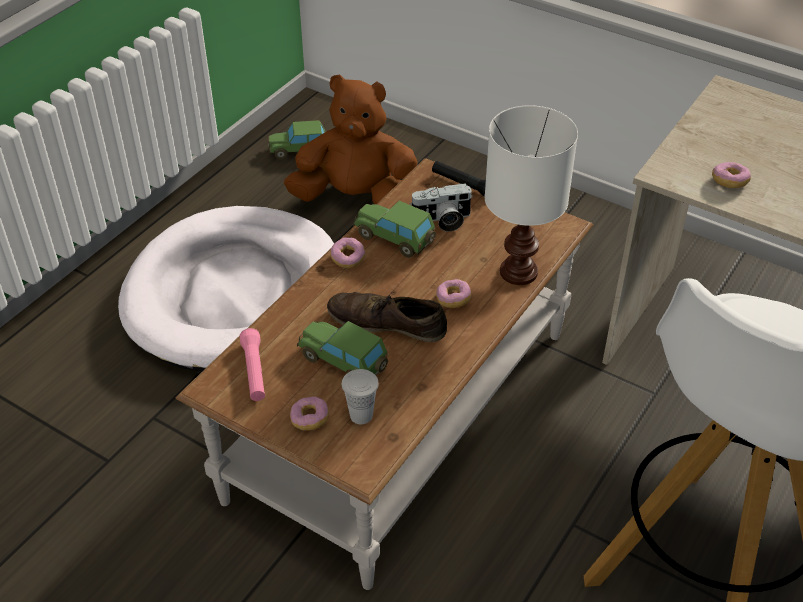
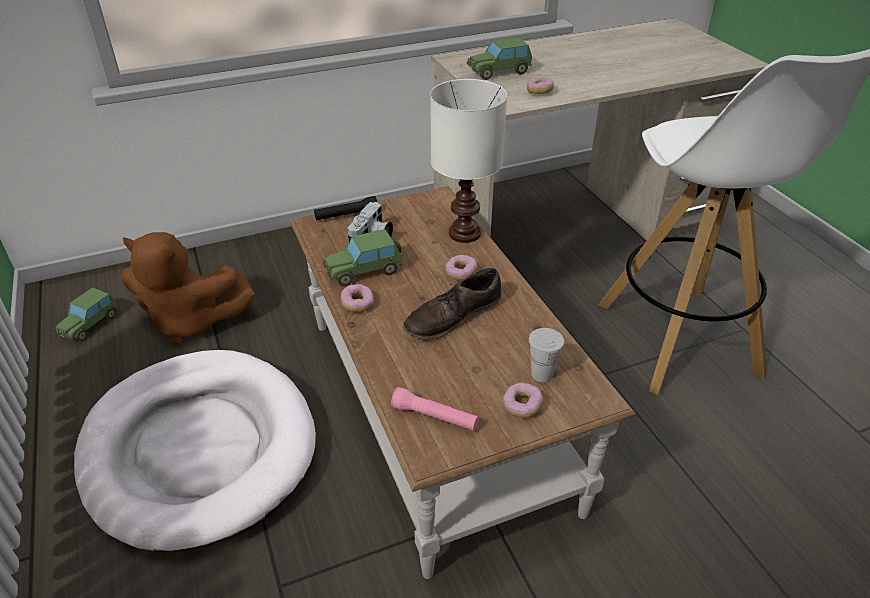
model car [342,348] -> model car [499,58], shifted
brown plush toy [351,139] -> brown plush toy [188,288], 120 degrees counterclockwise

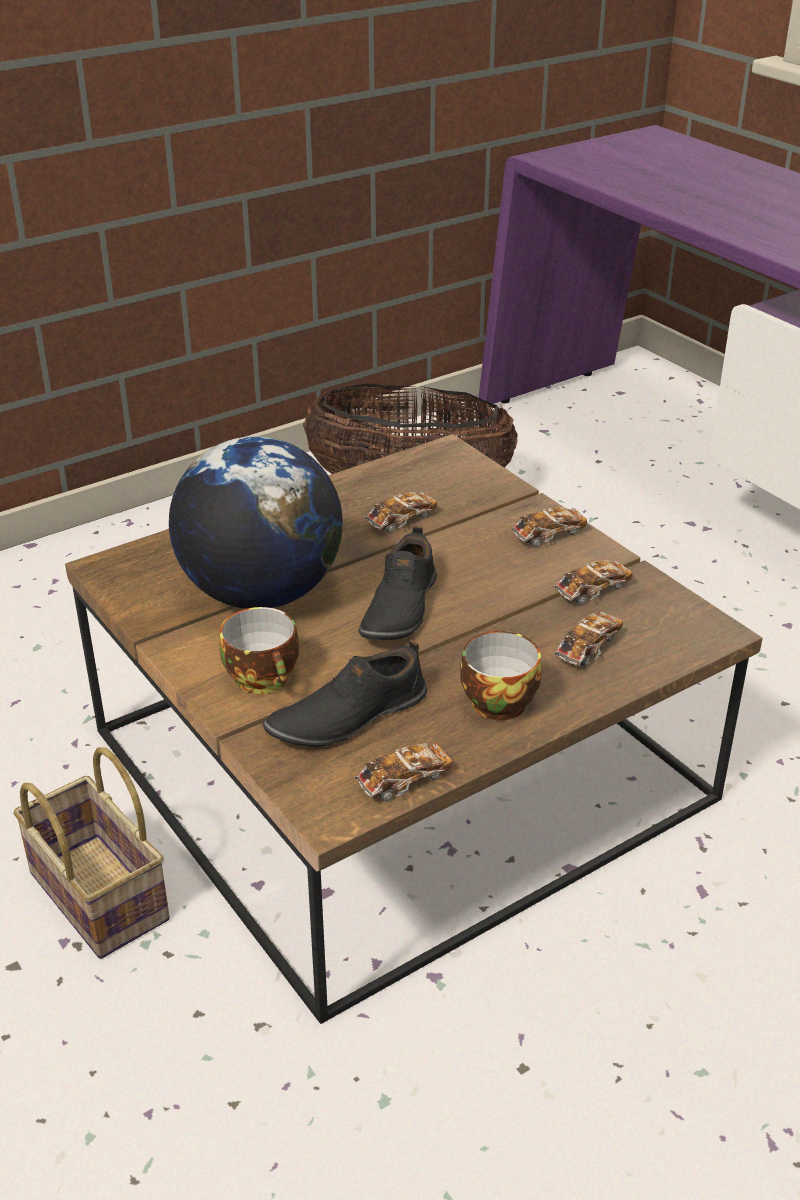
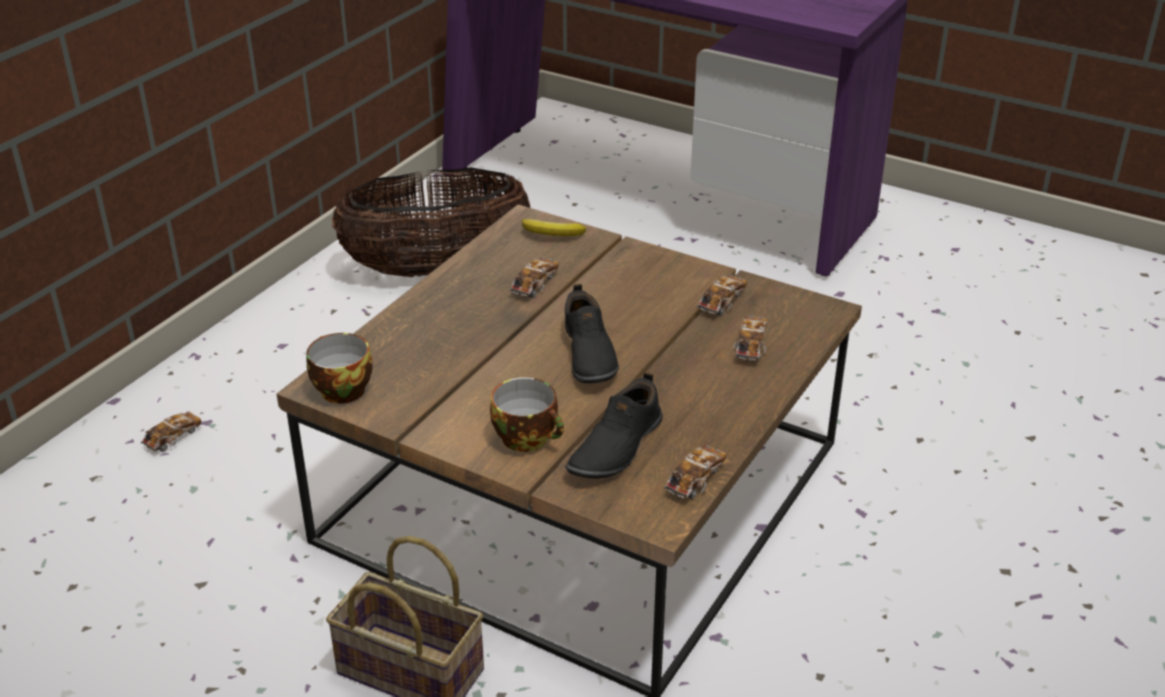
world globe [256,522] -> none
none -> banana fruit [554,227]
small cup [501,675] -> small cup [339,368], shifted
model car [549,527] -> model car [171,431], shifted

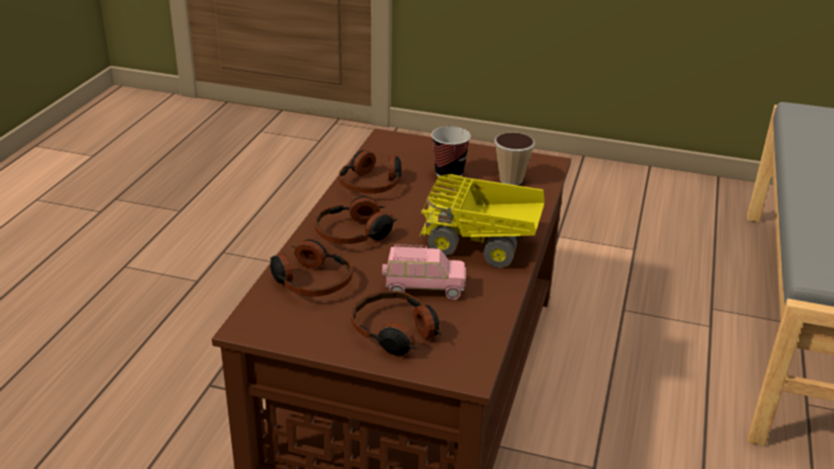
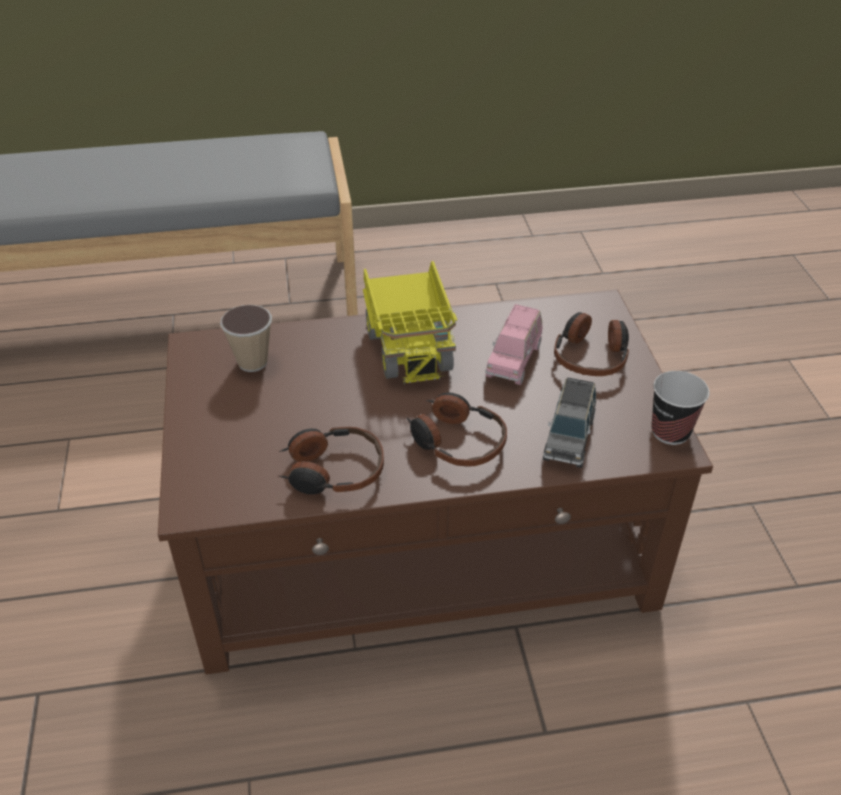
small cup [451,152] -> small cup [680,408], shifted
pair of headphones [311,268] -> greyish model car [569,422]
pink model car [424,272] -> pink model car [514,344], 135 degrees counterclockwise

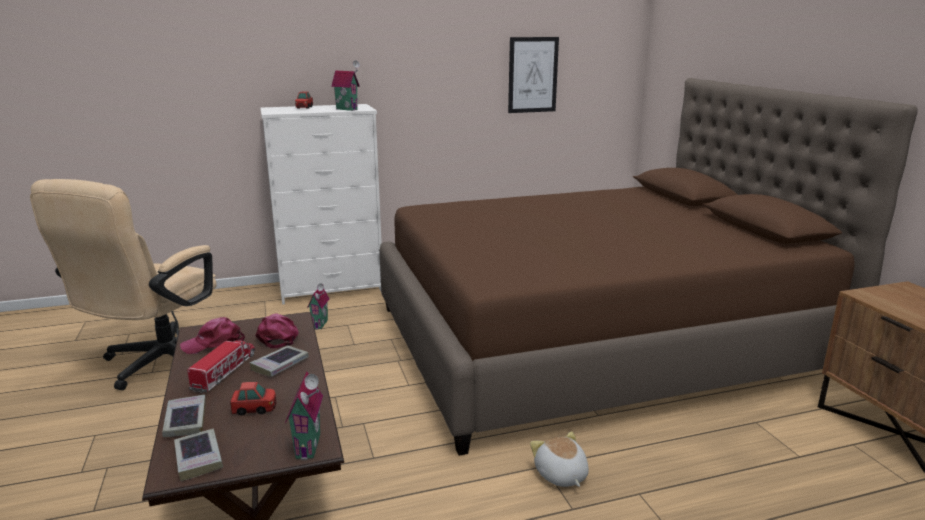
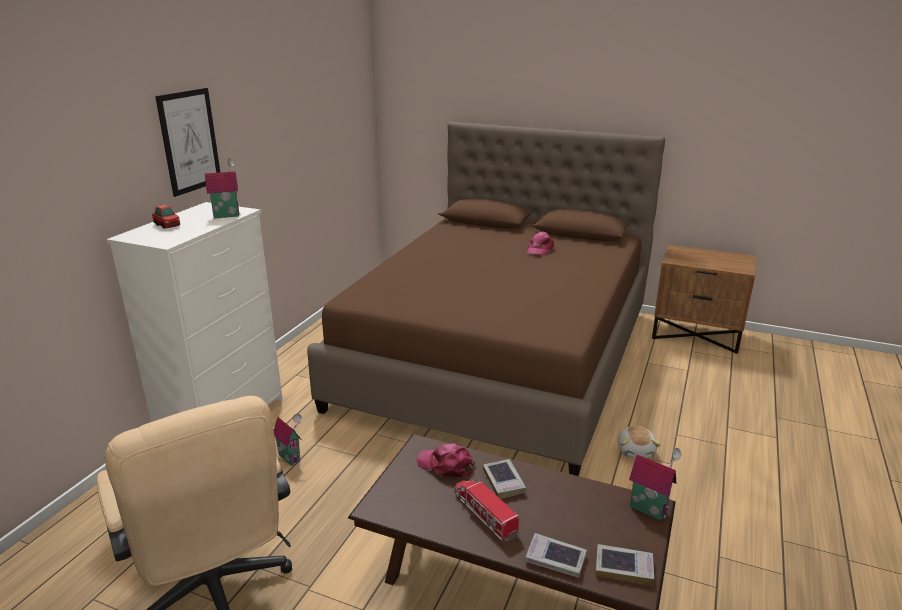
model car [253,398] -> none
pink cap [212,335] -> pink cap [540,243], shifted
picture [533,75] -> picture [187,142], shifted
plush toy [559,459] -> plush toy [639,442], 105 degrees counterclockwise

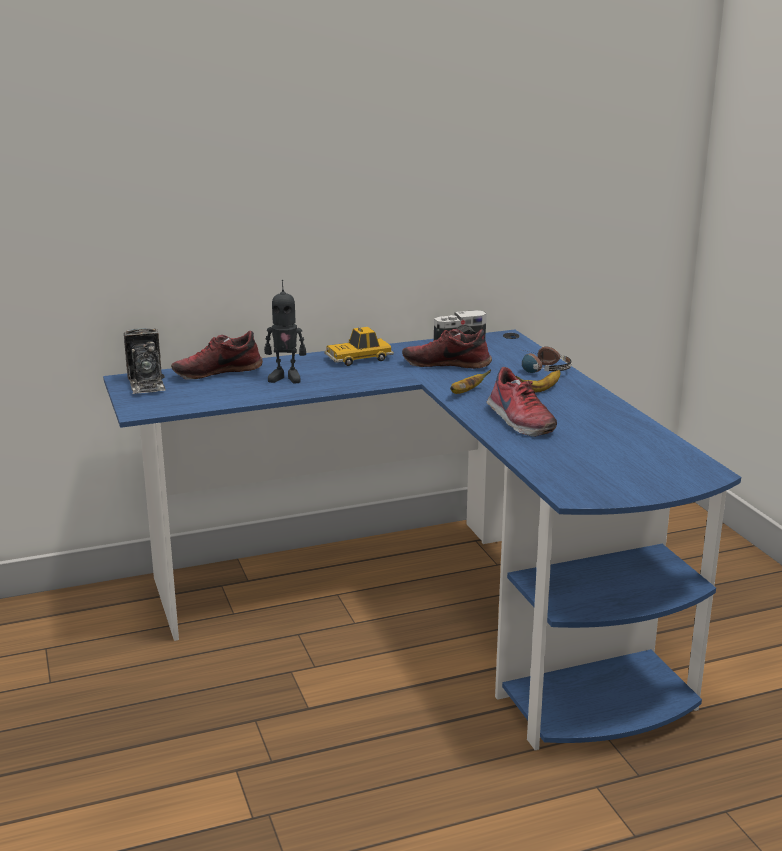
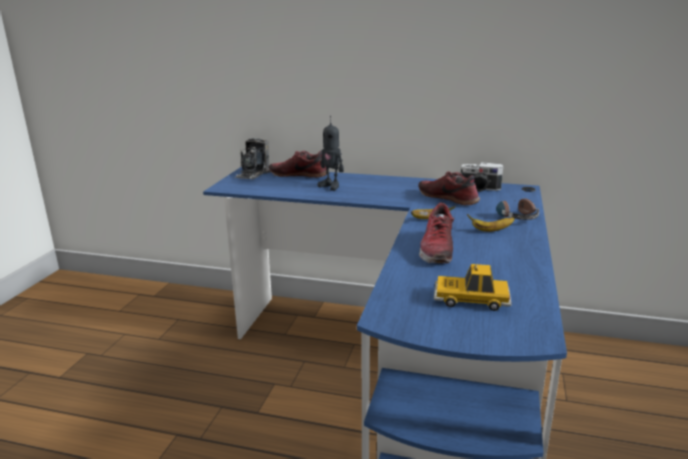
model car [359,346] -> model car [473,287], shifted

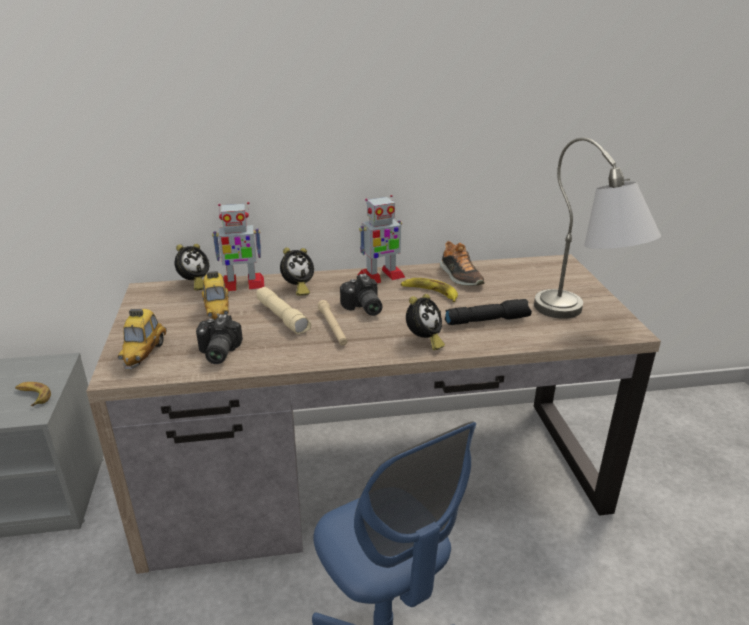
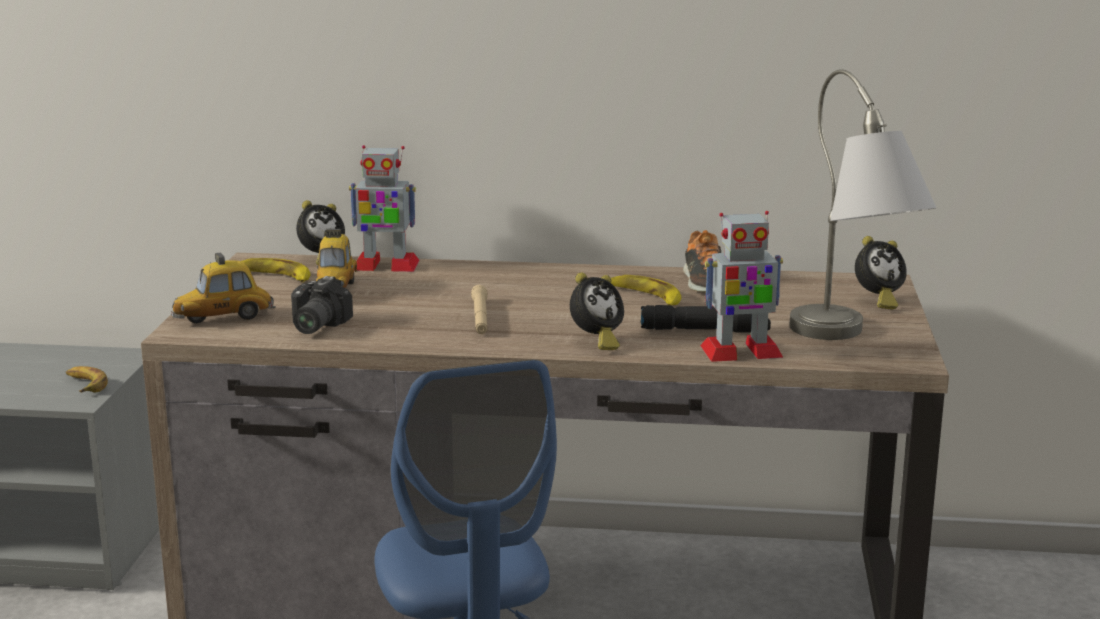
beige hand torch [284,310] -> none
still camera [361,295] -> none
none -> banana fruit [276,270]
alarm clock [297,272] -> alarm clock [881,272], shifted
toy robot [381,239] -> toy robot [741,286], shifted
model car [142,339] -> model car [223,288], 45 degrees clockwise

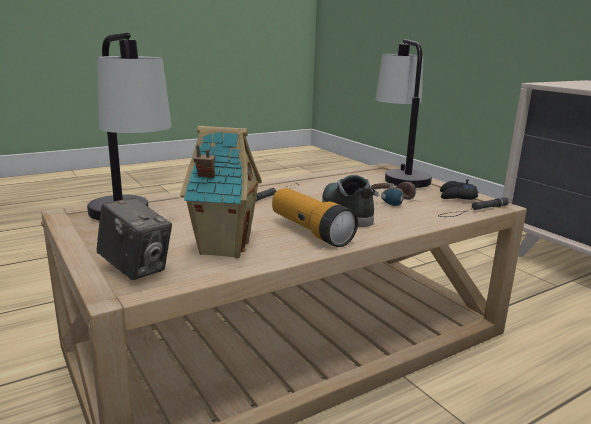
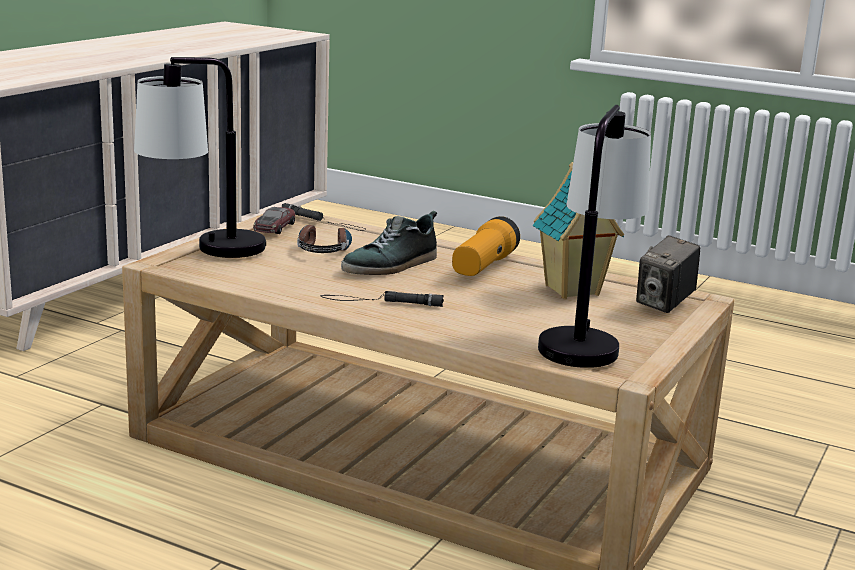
black game controller [459,189] -> model car [274,220]
still camera [134,239] -> still camera [668,274], 150 degrees counterclockwise

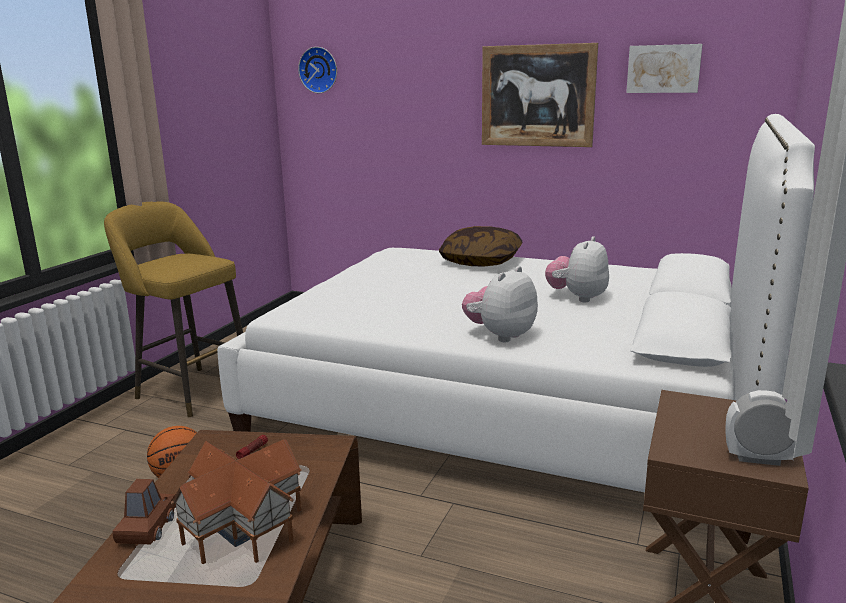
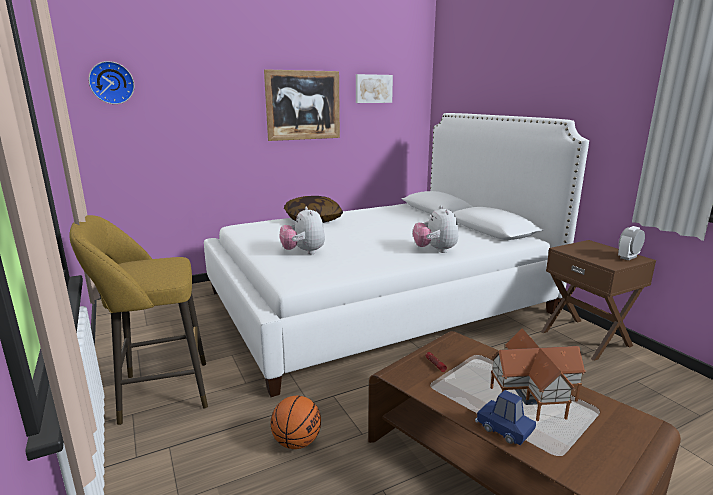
plush toy [577,269] -> plush toy [302,230], shifted
brown model car [144,511] -> bluish model car [505,417]

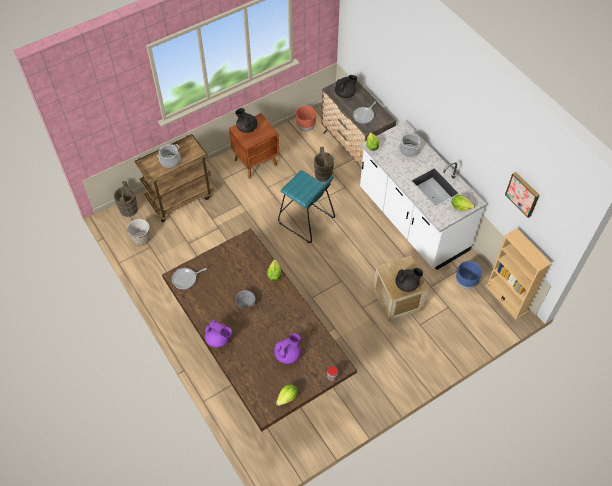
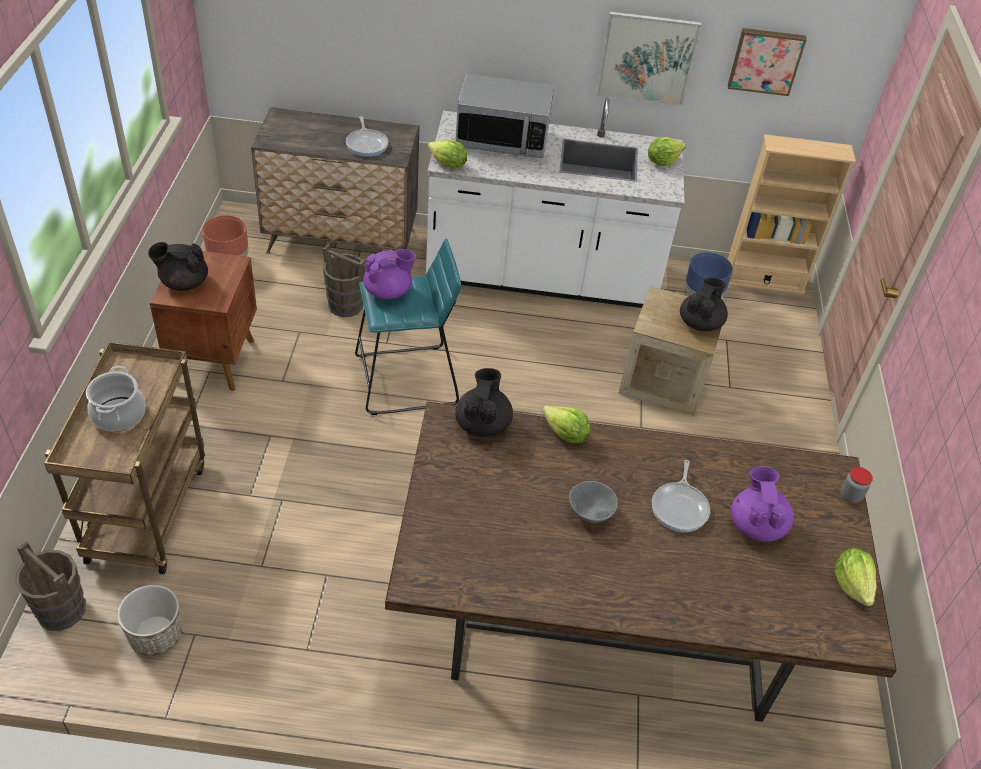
none -> picture [648,59]
frying pan [189,278] -> frying pan [681,496], shifted
purple teapot [218,333] -> purple teapot [389,274], shifted
black teapot [346,86] -> black teapot [484,402], shifted
stockpot [410,144] -> kitchen microwave [504,116]

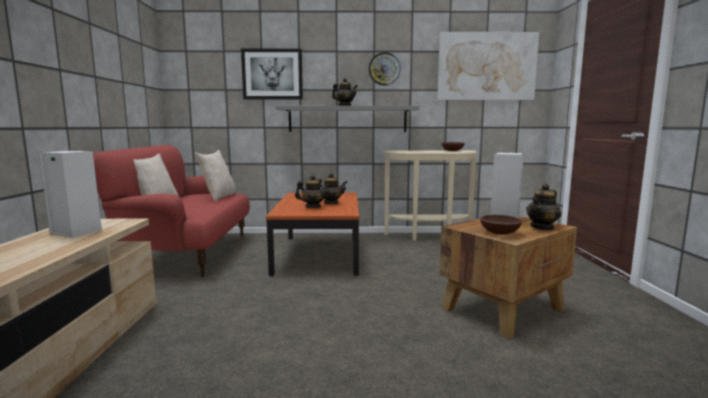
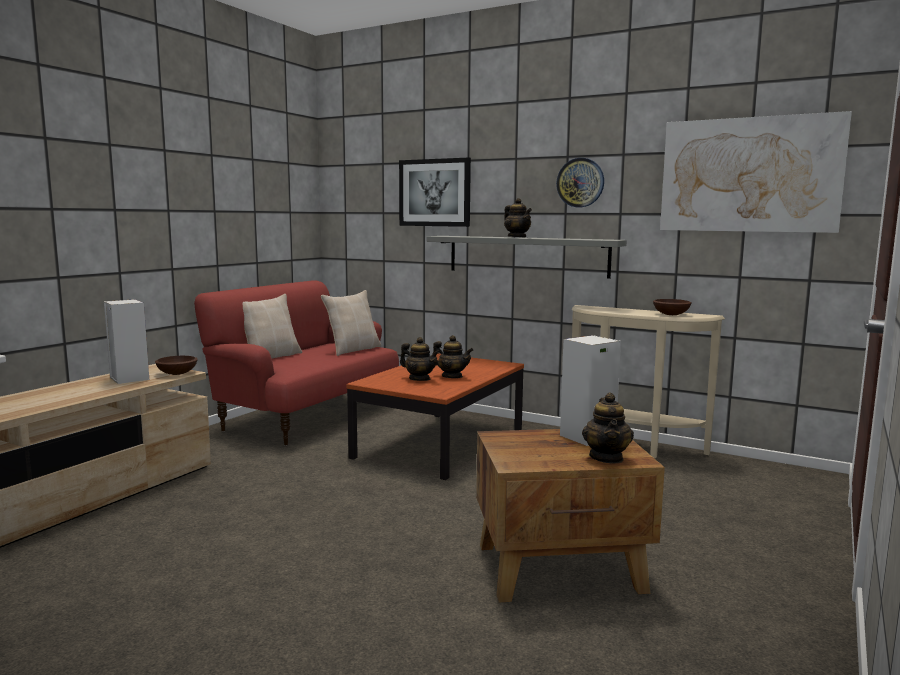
brown deep dish [501,225] -> brown deep dish [176,365], shifted
teapot [543,206] -> teapot [608,428], 75 degrees counterclockwise

